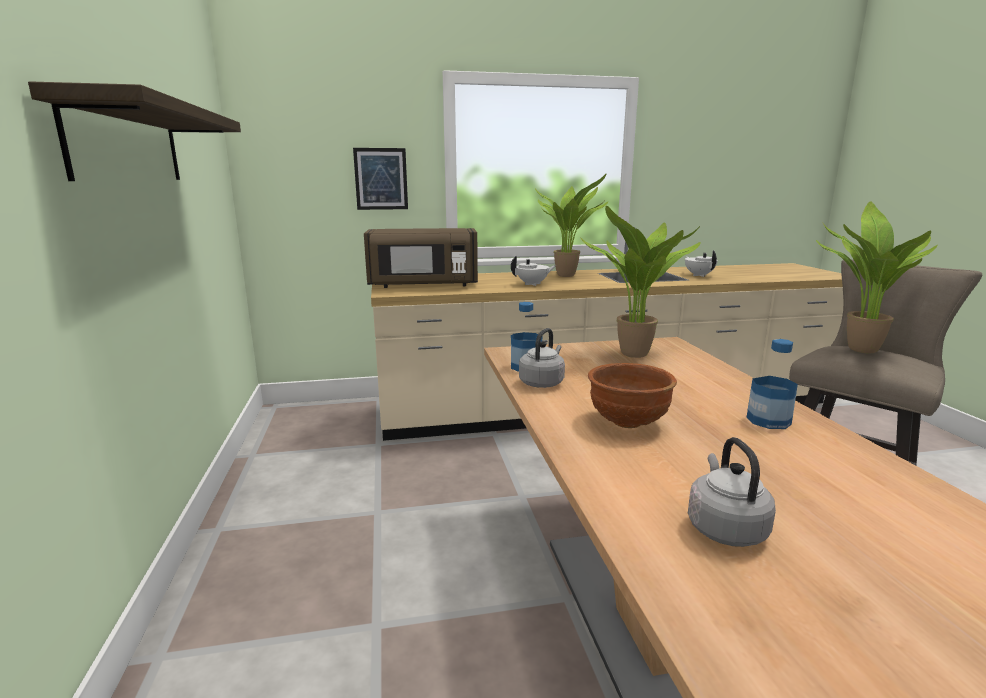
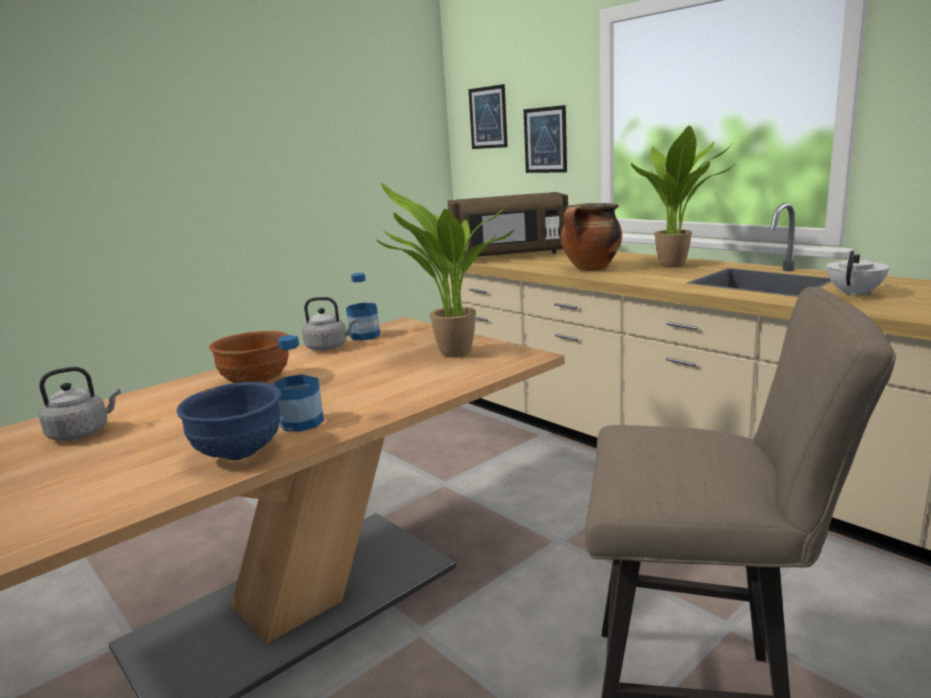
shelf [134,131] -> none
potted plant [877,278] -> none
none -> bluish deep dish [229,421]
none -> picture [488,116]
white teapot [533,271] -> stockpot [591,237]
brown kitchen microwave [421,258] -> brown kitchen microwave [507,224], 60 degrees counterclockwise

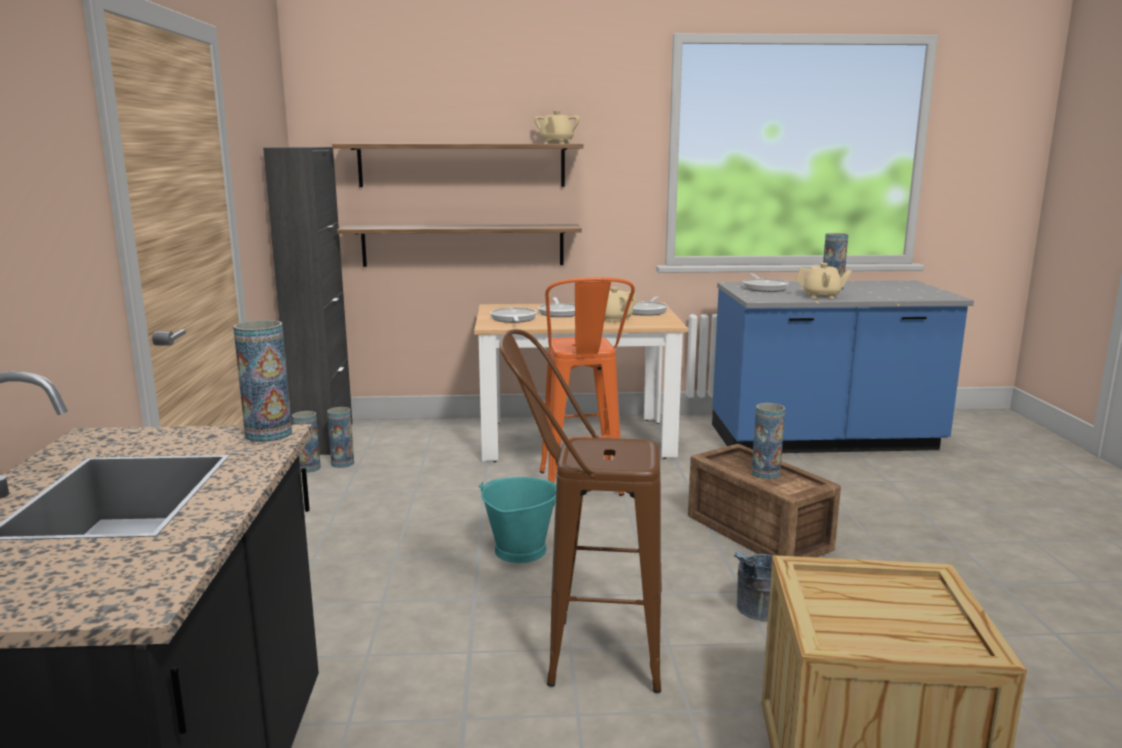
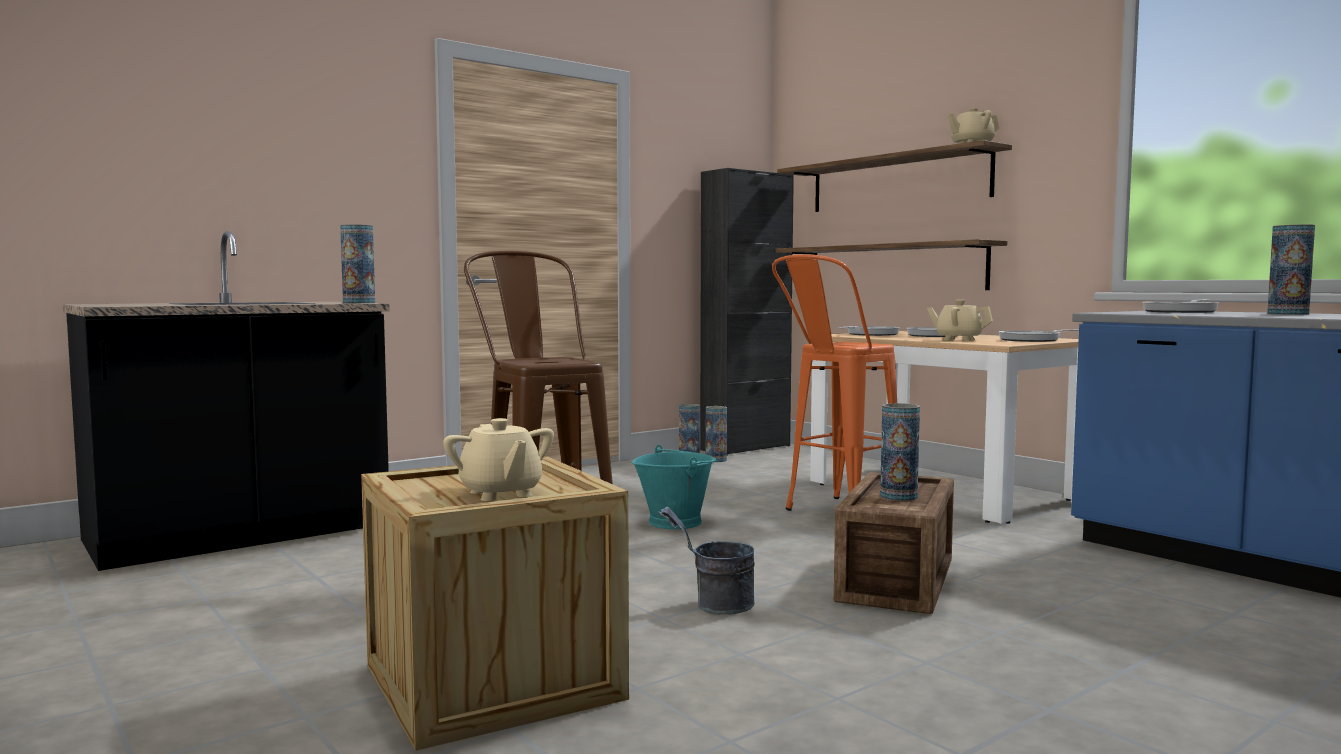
beige teapot [823,281] -> beige teapot [498,459], shifted

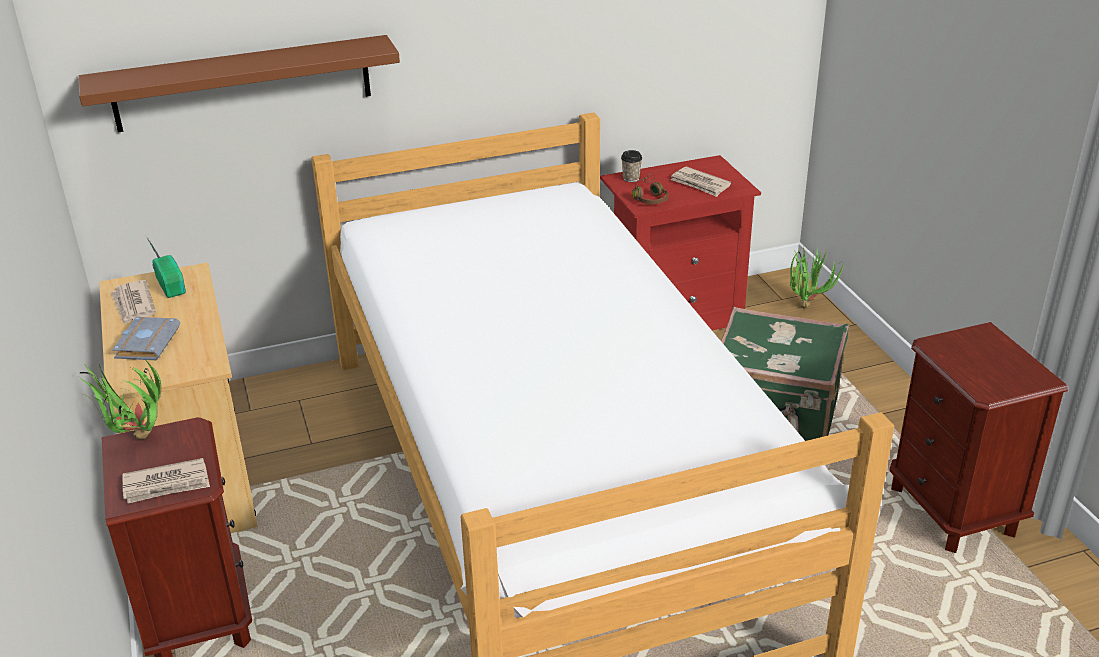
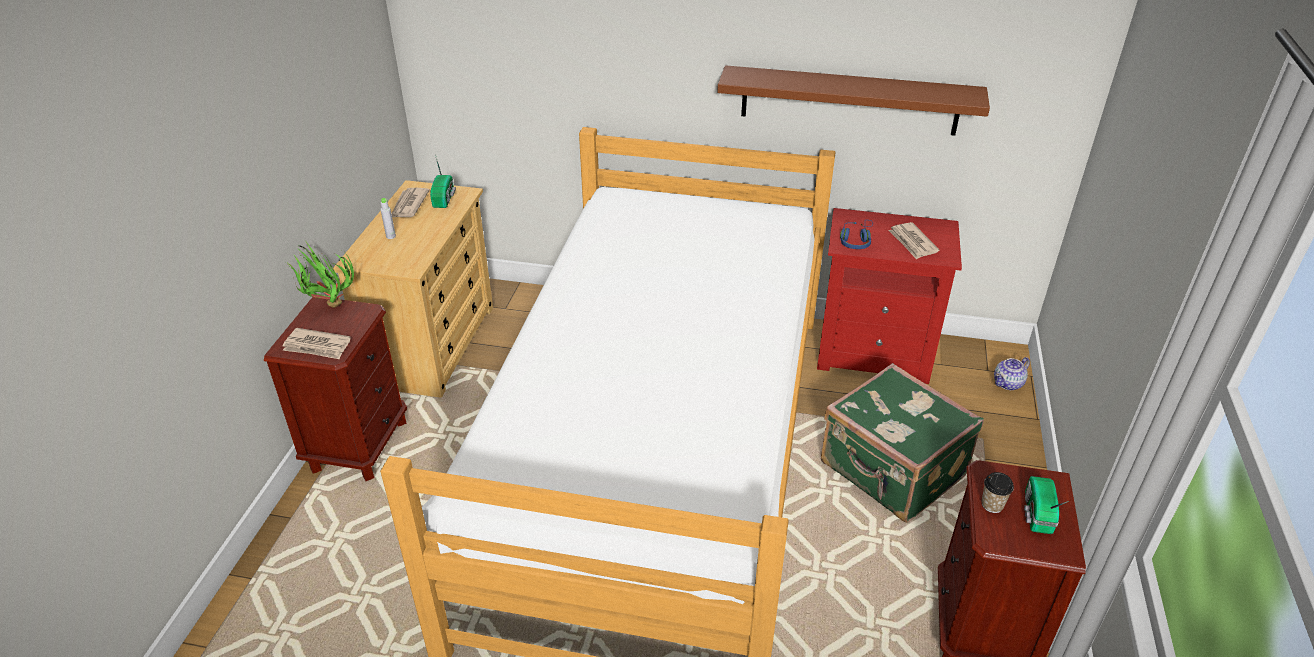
none -> radio receiver [1046,505]
brown shelf [239,83] -> brown shelf [853,100], shifted
small cup [631,166] -> small cup [997,492], shifted
greyish volume [146,338] -> greyish beverage bottle [388,218]
potted plant [817,277] -> teapot [1012,373]
brown pair of headphones [650,189] -> bluish pair of headphones [856,234]

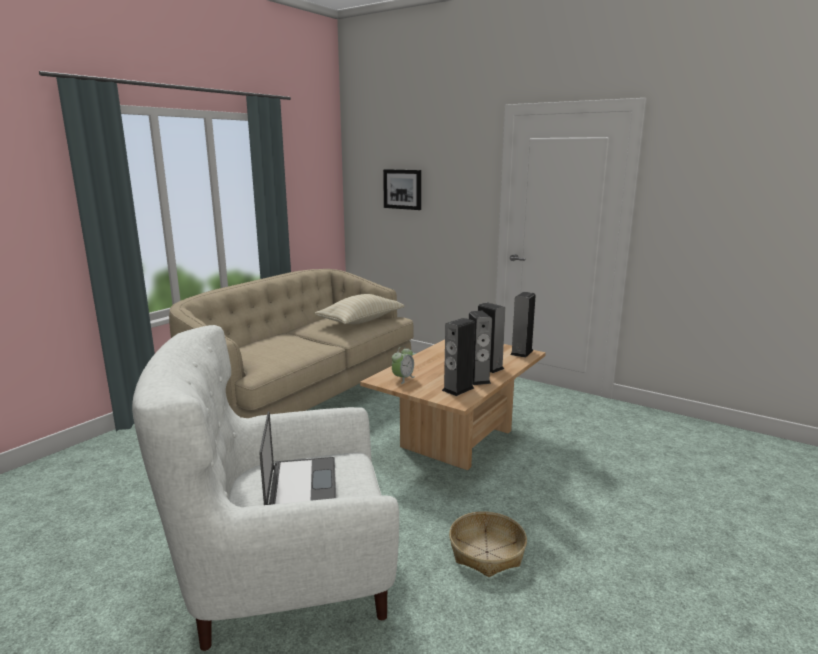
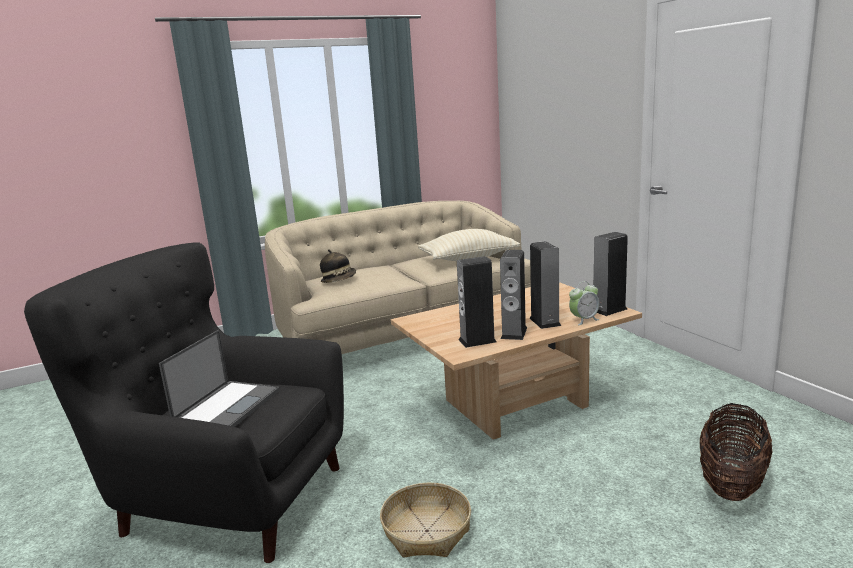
picture [402,189] -> none
none -> wearable hat [338,266]
none -> household basket [736,452]
alarm clock [403,365] -> alarm clock [584,303], shifted
white armchair [265,488] -> black armchair [184,403]

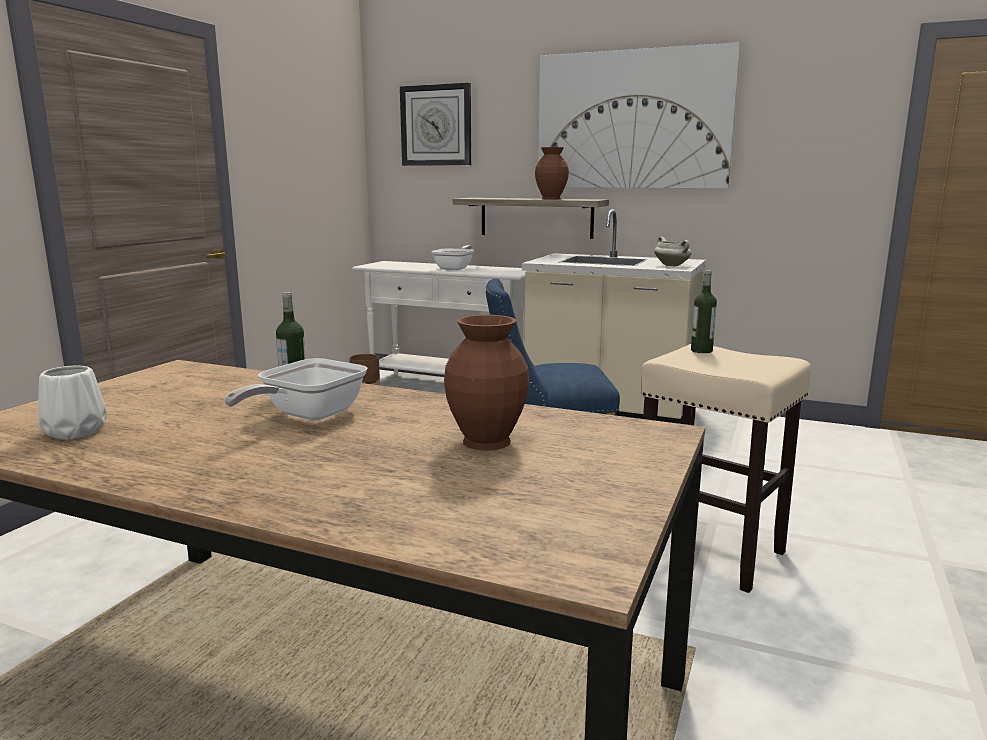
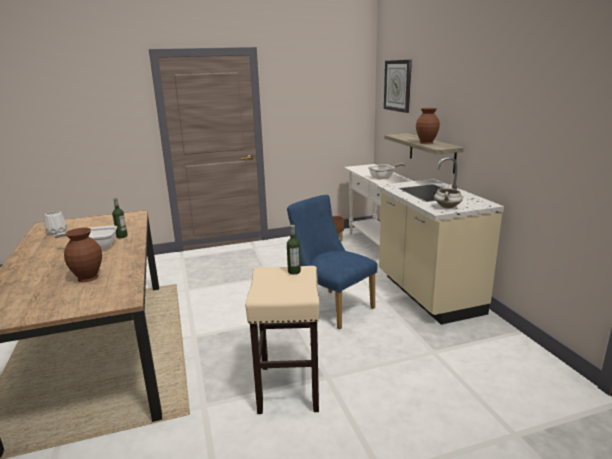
picture [639,115] -> none

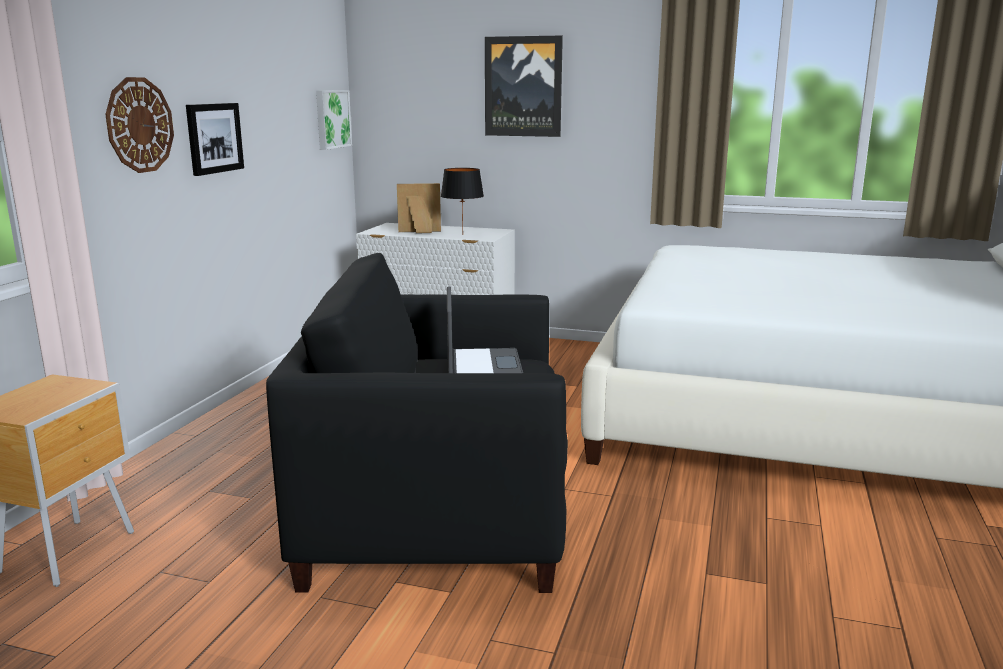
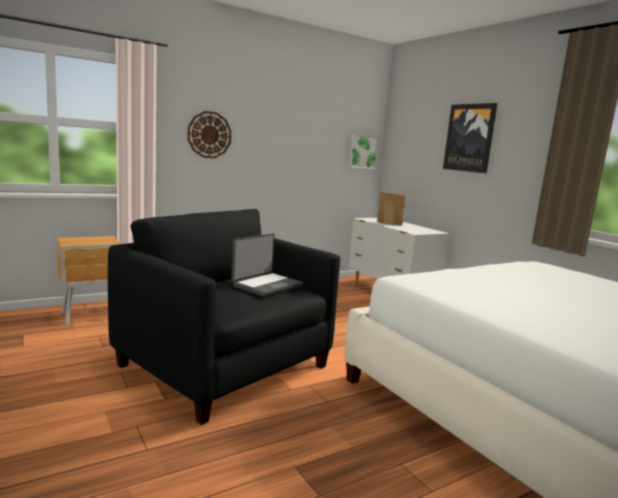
picture [215,139] -> none
black lamp for a table [462,198] -> none

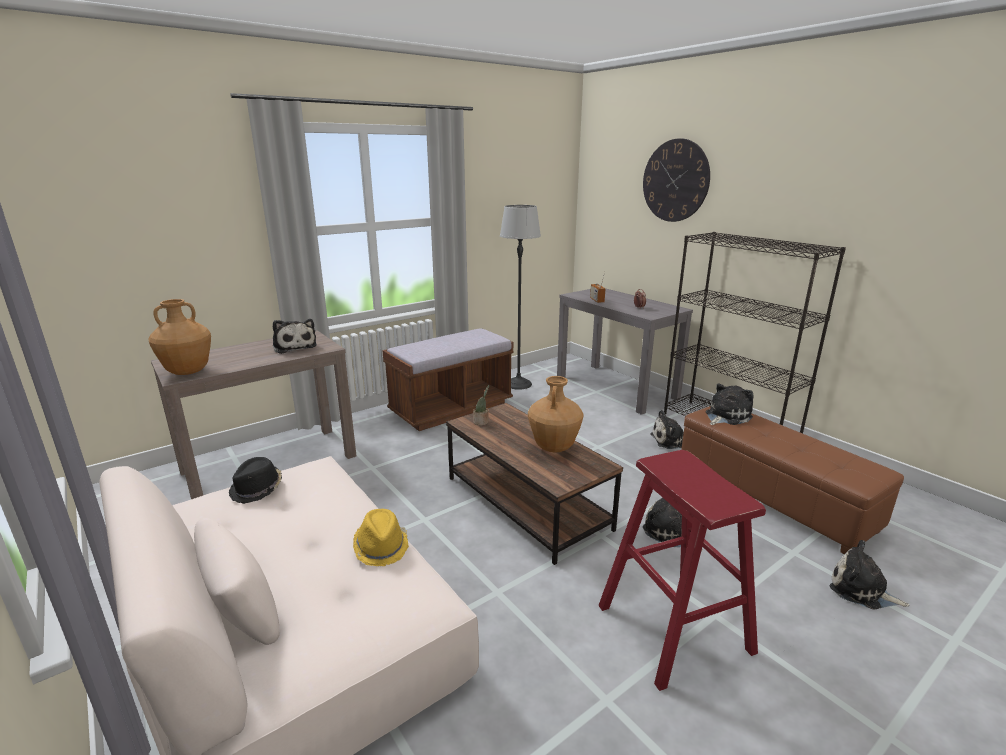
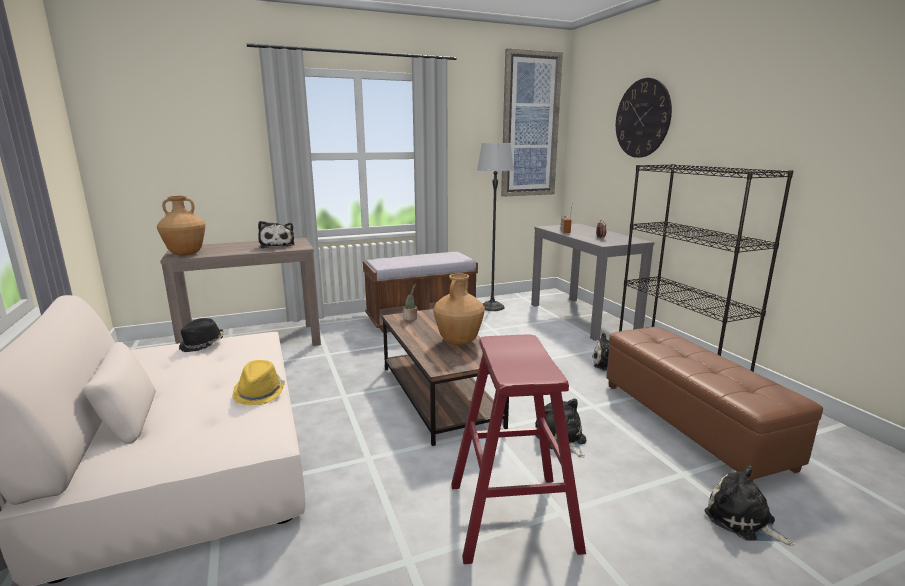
plush toy [730,404] -> none
none -> picture [532,122]

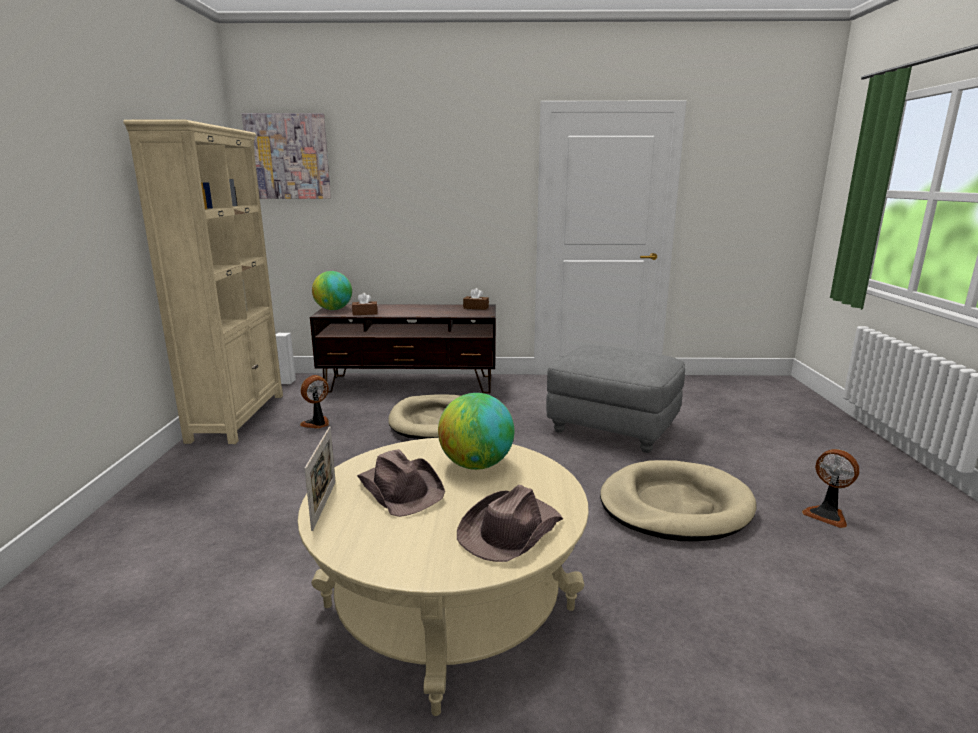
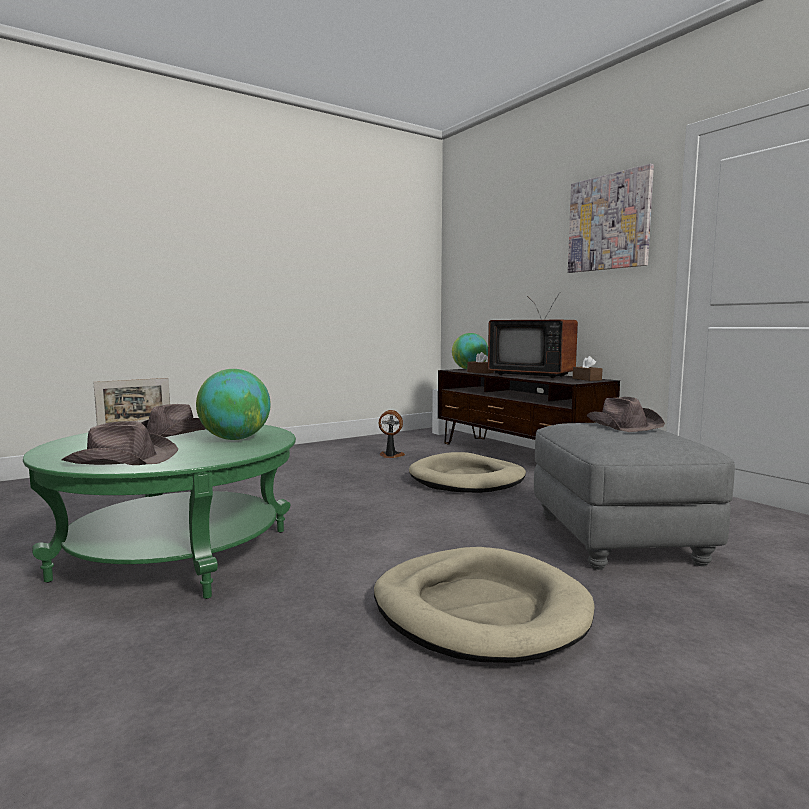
beige bookcase [203,282] -> none
fan [830,488] -> none
none -> television [533,335]
none -> brown wearable hat [625,414]
picture [286,156] -> picture [611,218], shifted
beige lounge table [443,577] -> green lounge table [159,512]

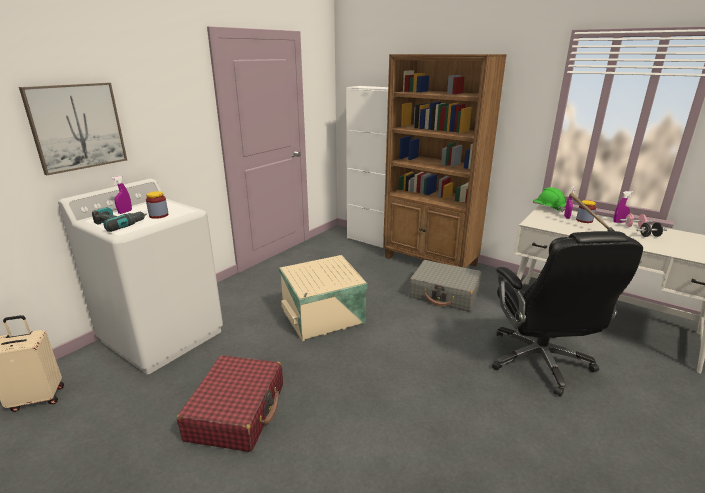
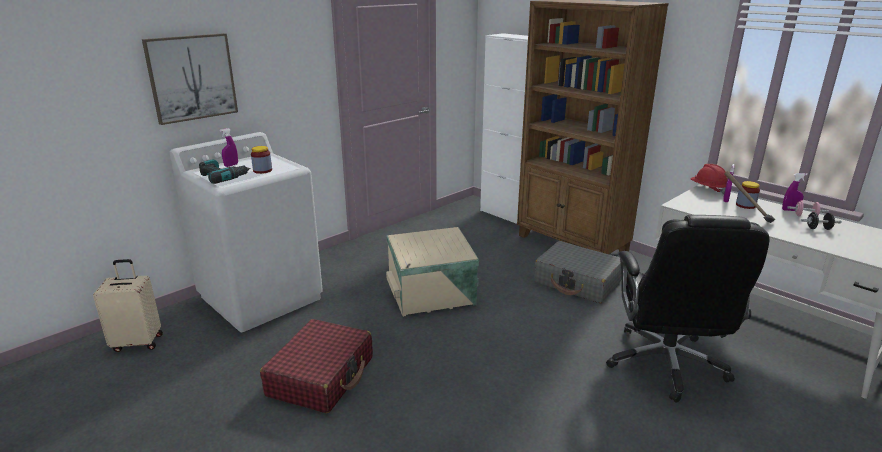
green hard hat [549,199] -> reddish hard hat [709,179]

